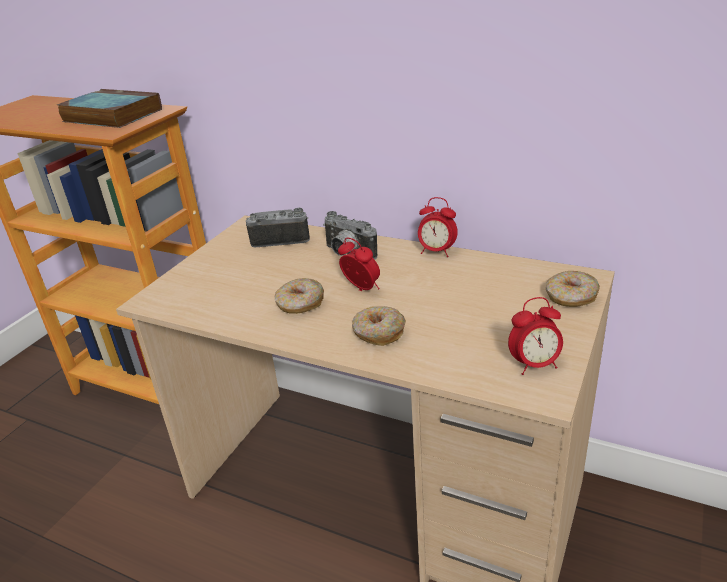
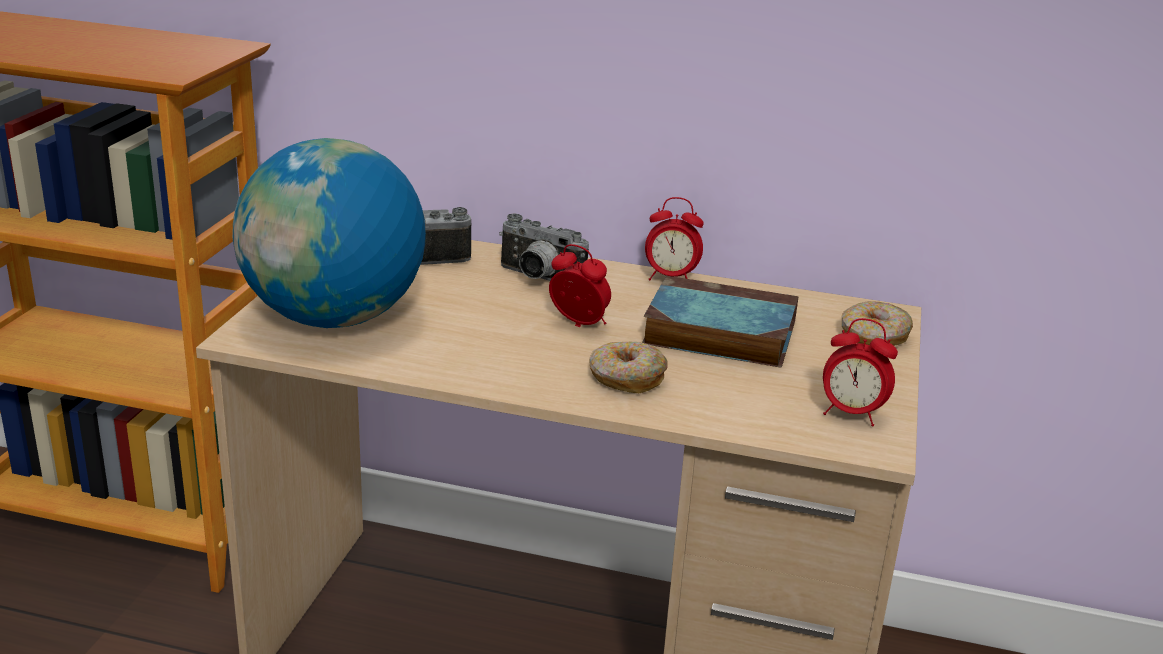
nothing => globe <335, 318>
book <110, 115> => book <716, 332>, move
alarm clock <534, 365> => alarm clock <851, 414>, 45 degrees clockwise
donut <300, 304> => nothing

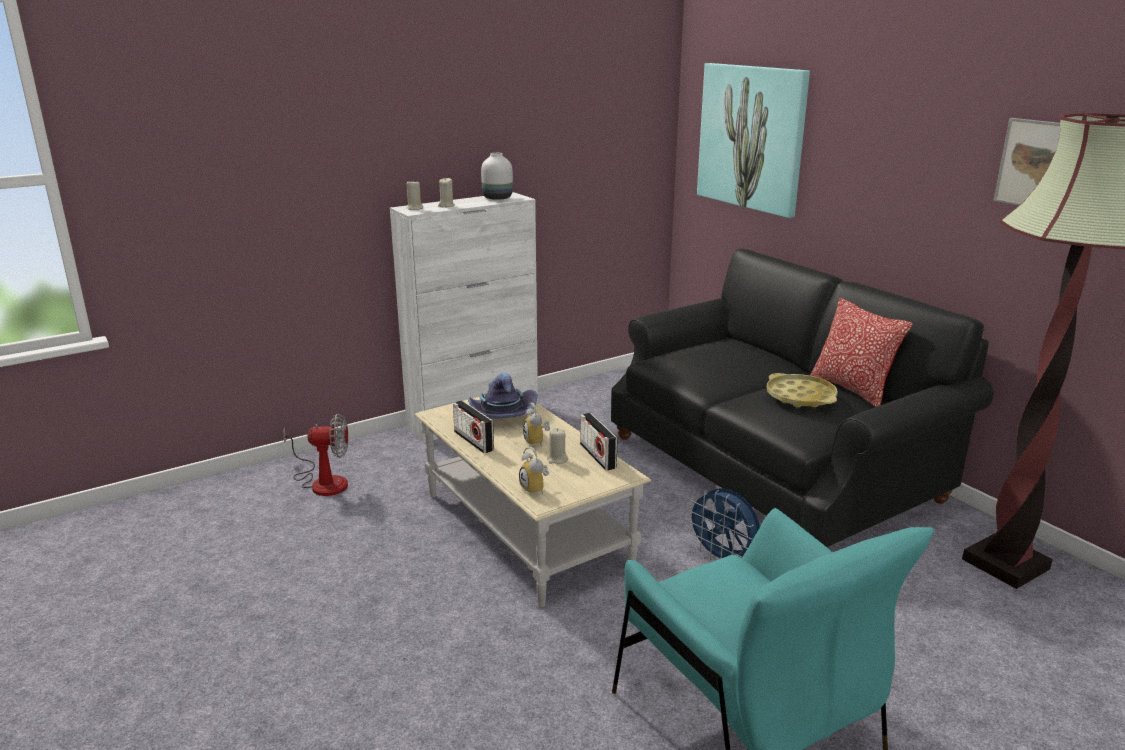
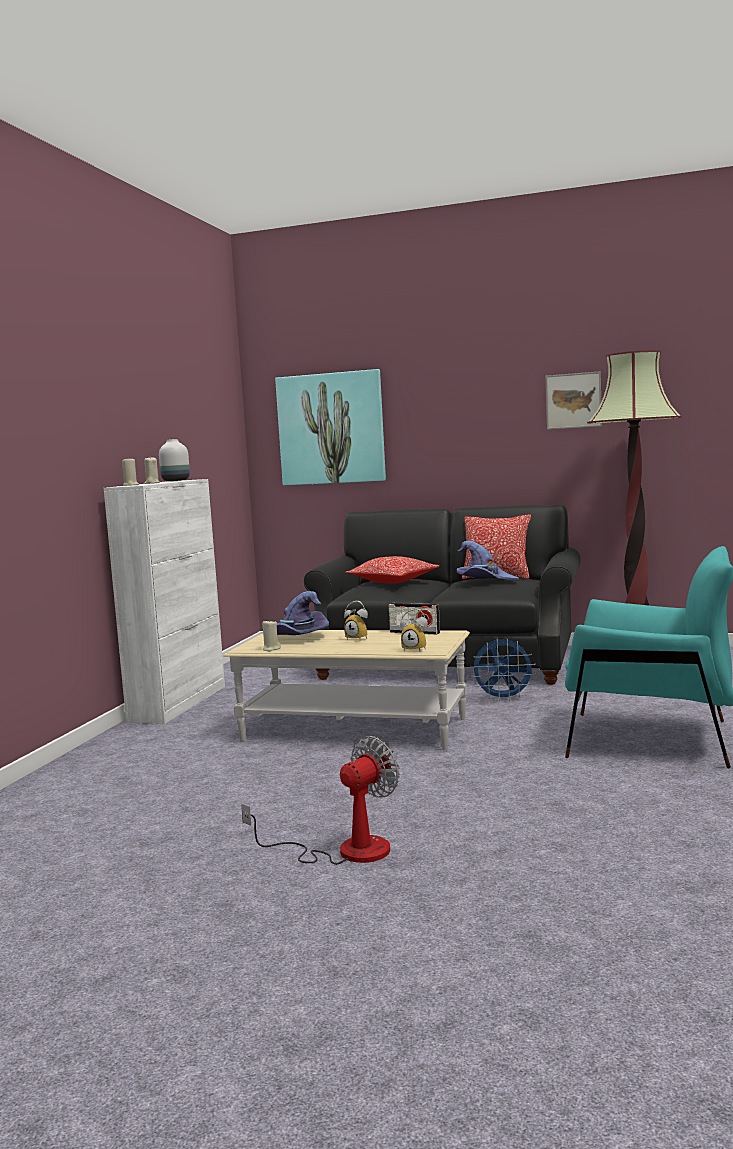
fan <323, 481> => fan <345, 851>, move
candle (beige) <557, 459> => candle (beige) <271, 649>, move
nothing => pillow <393, 581>
tray (yellow) <800, 397> => hat (purple) <484, 580>
radio <473, 441> => nothing

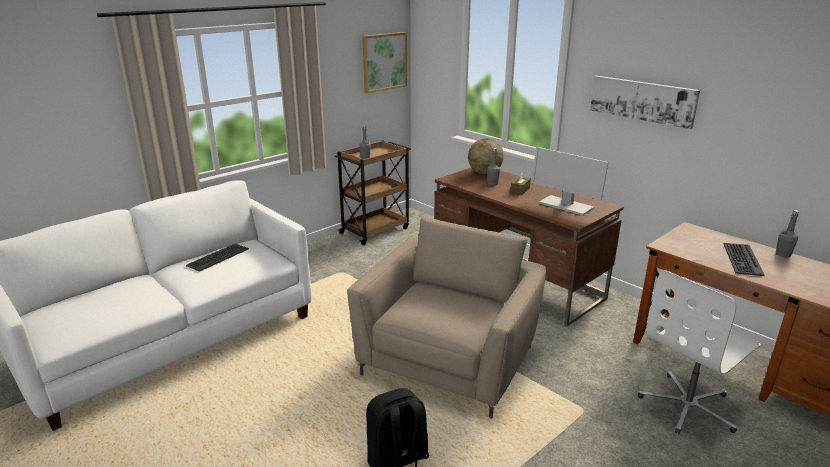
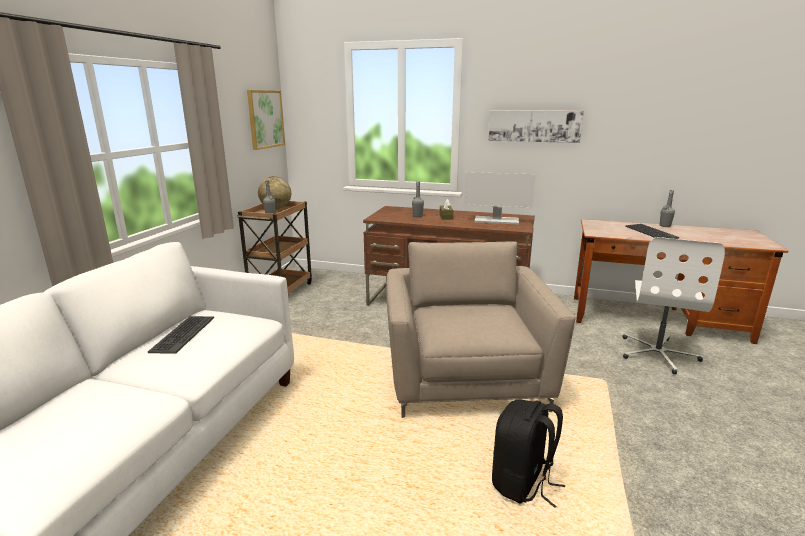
globe <484, 173> => globe <276, 208>, move

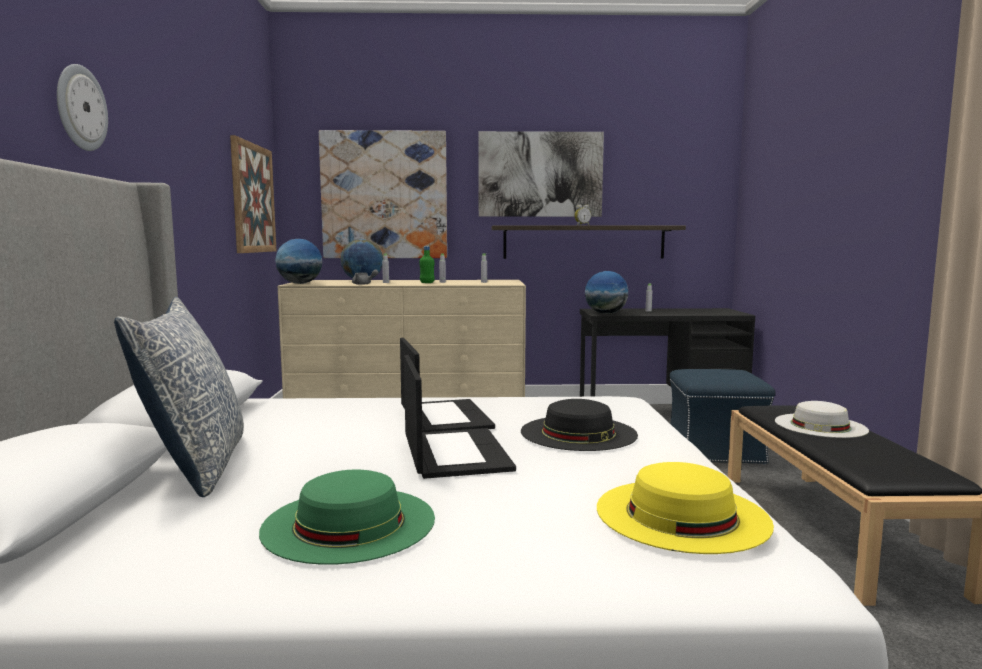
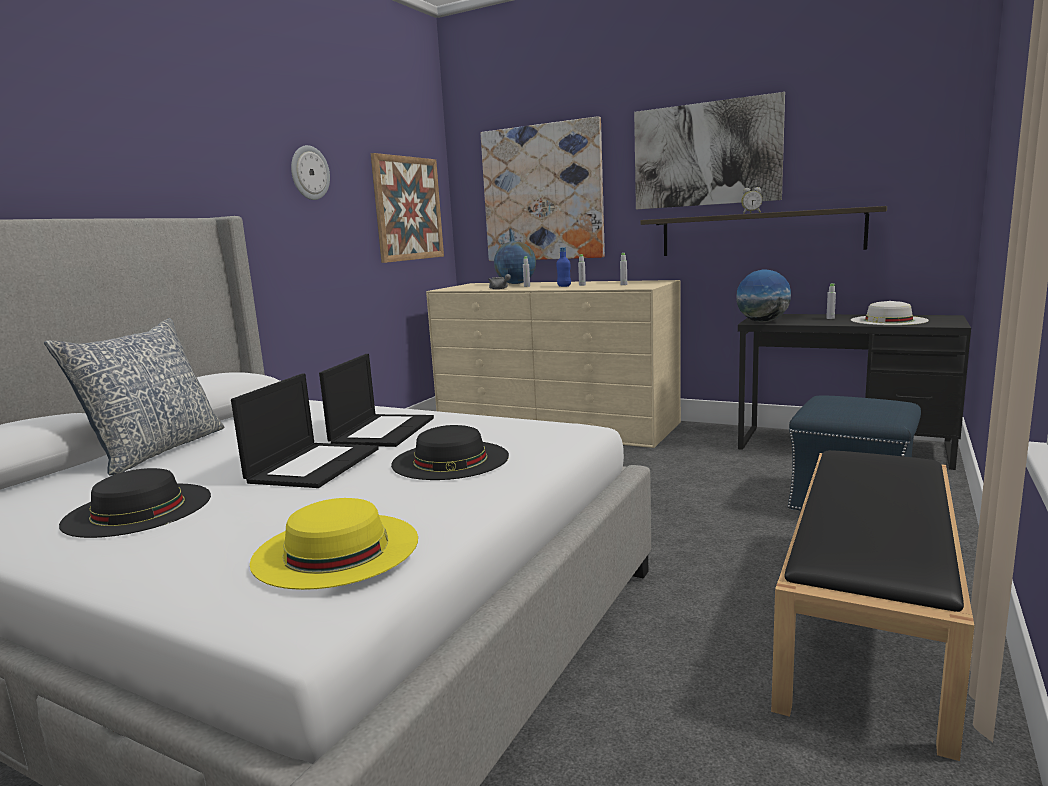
hat (green) <349, 523> => hat (black) <138, 509>
wall clock <80, 108> => wall clock <309, 173>, move
bottle (green) <427, 282> => bottle (blue) <564, 286>
hat (white) <820, 425> => hat (white) <888, 320>, move
globe <299, 283> => nothing

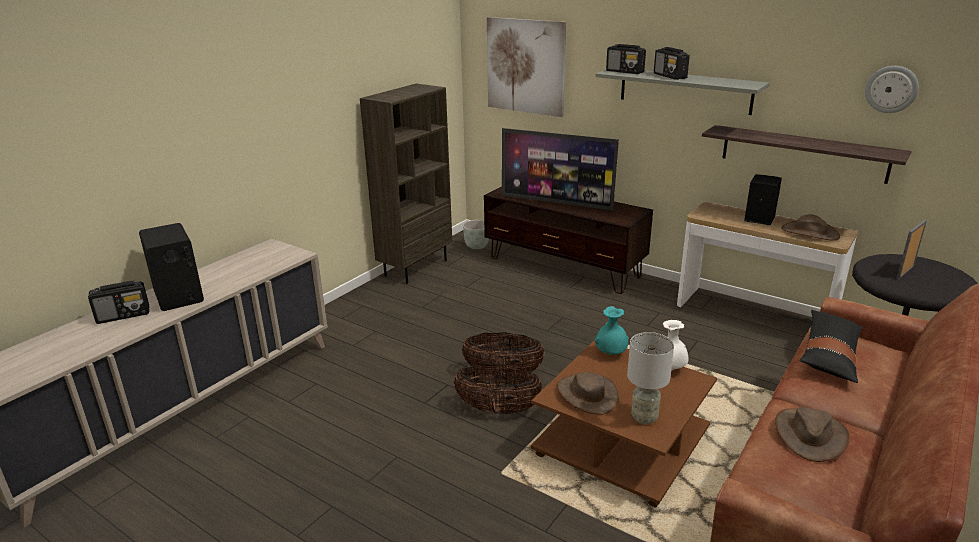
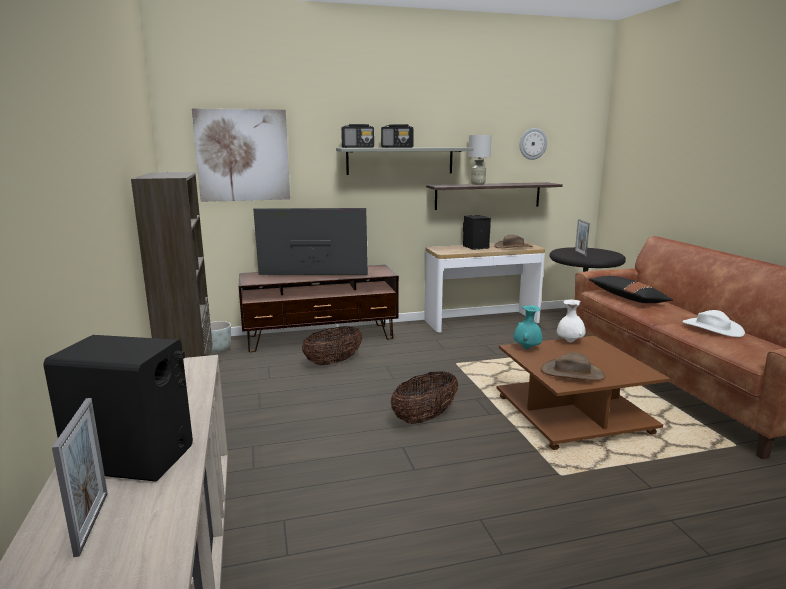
radio <124, 315> => picture frame <92, 522>
television <556, 202> => television <312, 276>, 150 degrees counterclockwise
basket <498, 409> => basket <333, 362>, move
table lamp (grey) <644, 418> => table lamp (grey) <478, 184>, move
hat (brown) <809, 435> => hat (white) <712, 328>

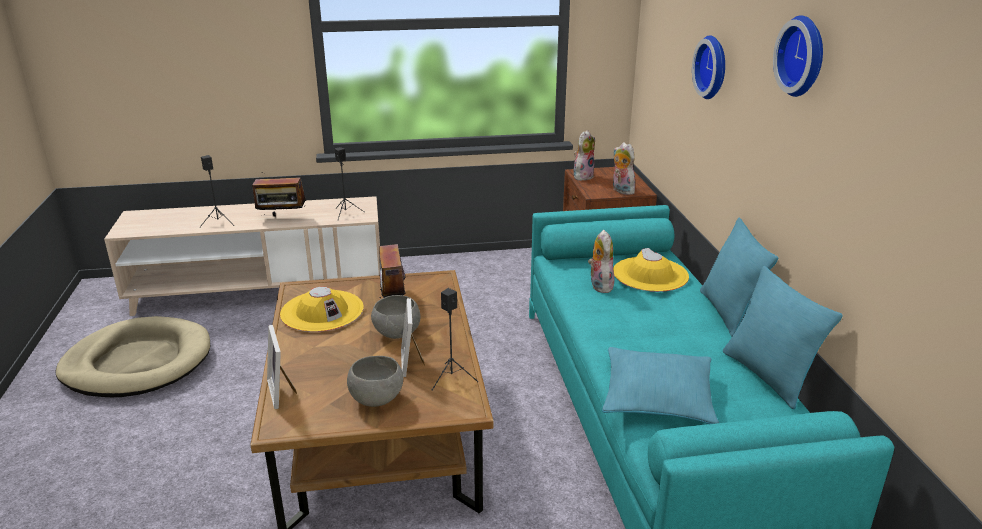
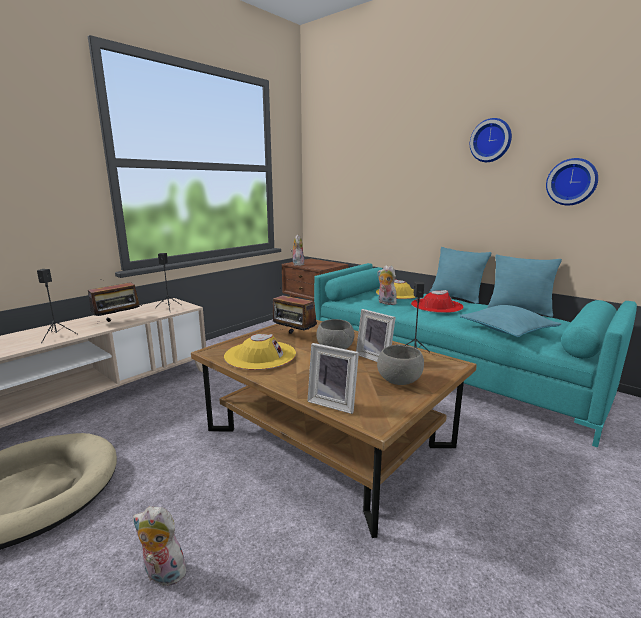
plush toy <621, 191> => plush toy <162, 574>, move
nothing => hat (red) <436, 305>
wall clock <714, 67> => wall clock <572, 182>, move

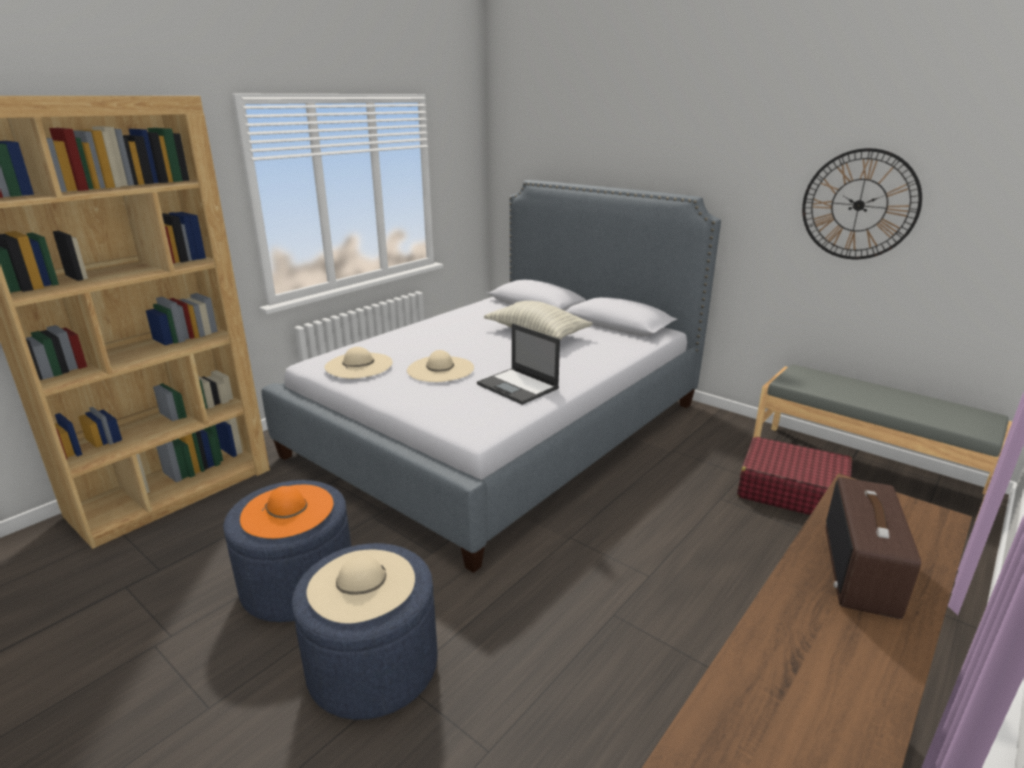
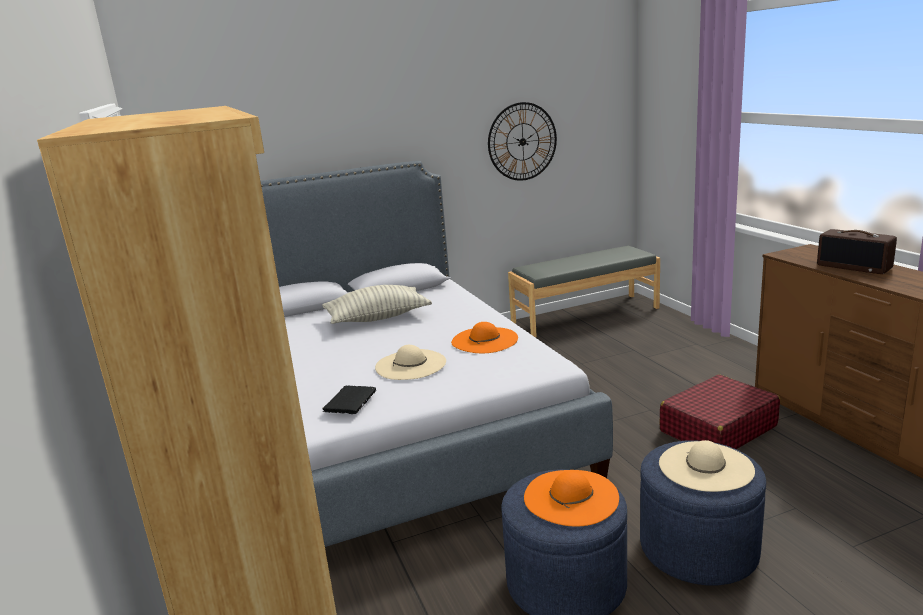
hat (beige) <358, 365> => book (black) <351, 401>
laptop <518, 386> => hat (orange) <484, 340>
suitcase (red) <790, 491> => suitcase (red) <717, 429>, move

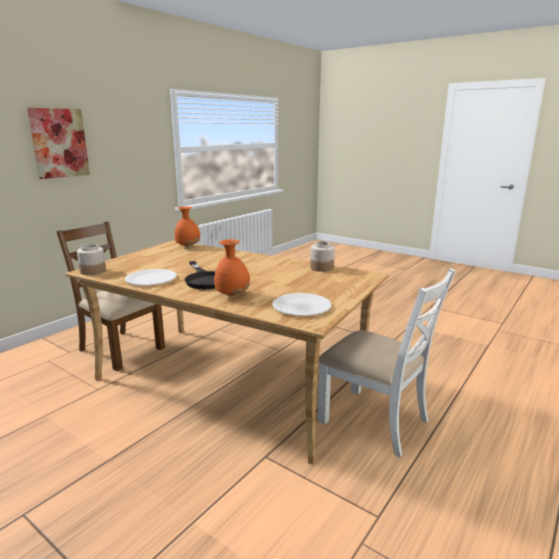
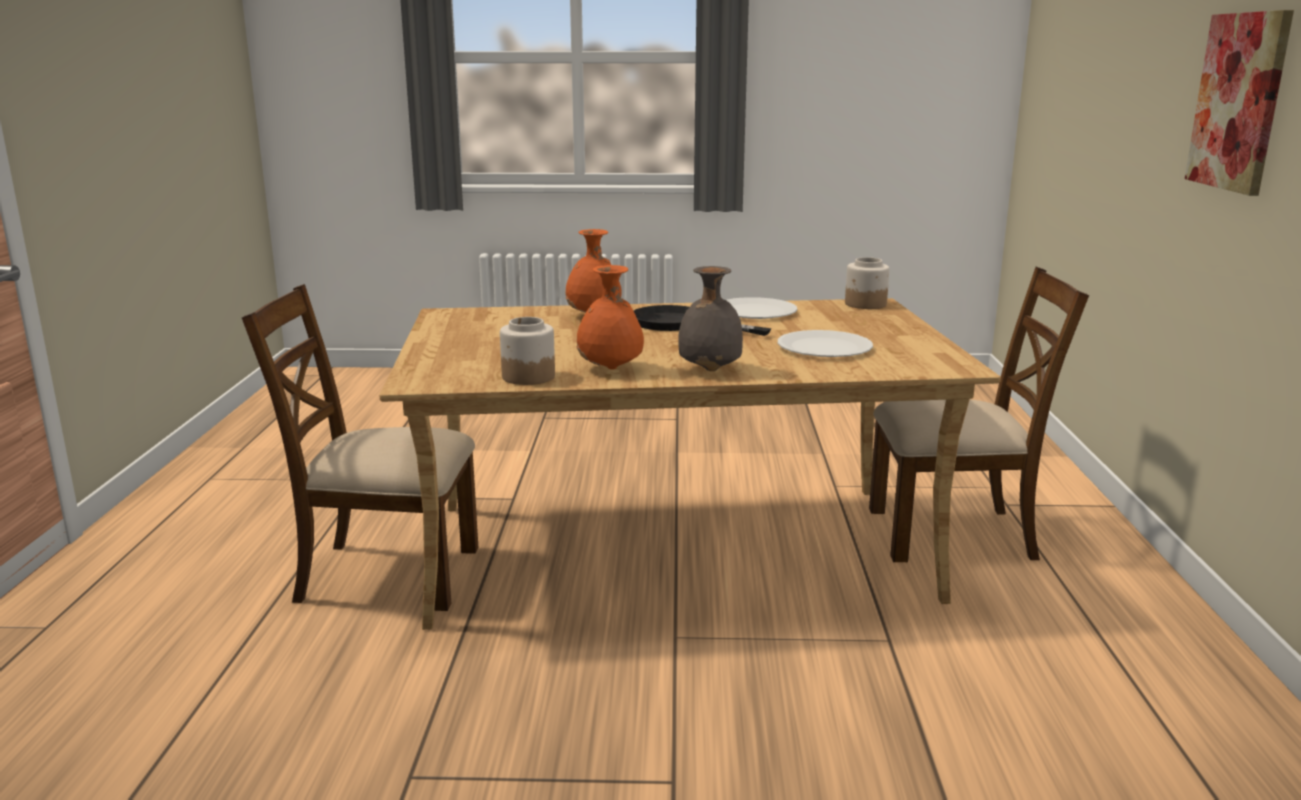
chair (white) <375, 420> => chair (brown) <386, 574>
vase (orange) <188, 246> => vase (orange) <610, 369>, move
nothing => vase (grey) <708, 369>
plate (white) <301, 306> => plate (white) <824, 347>, move

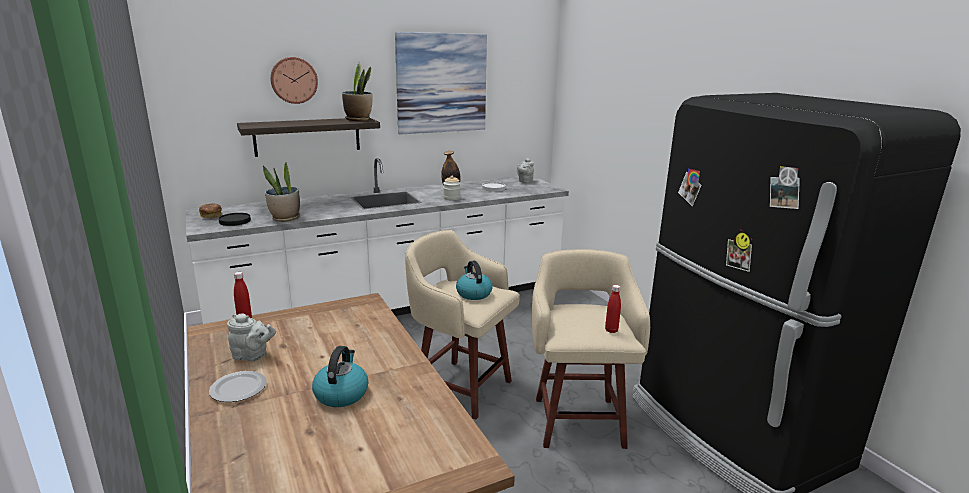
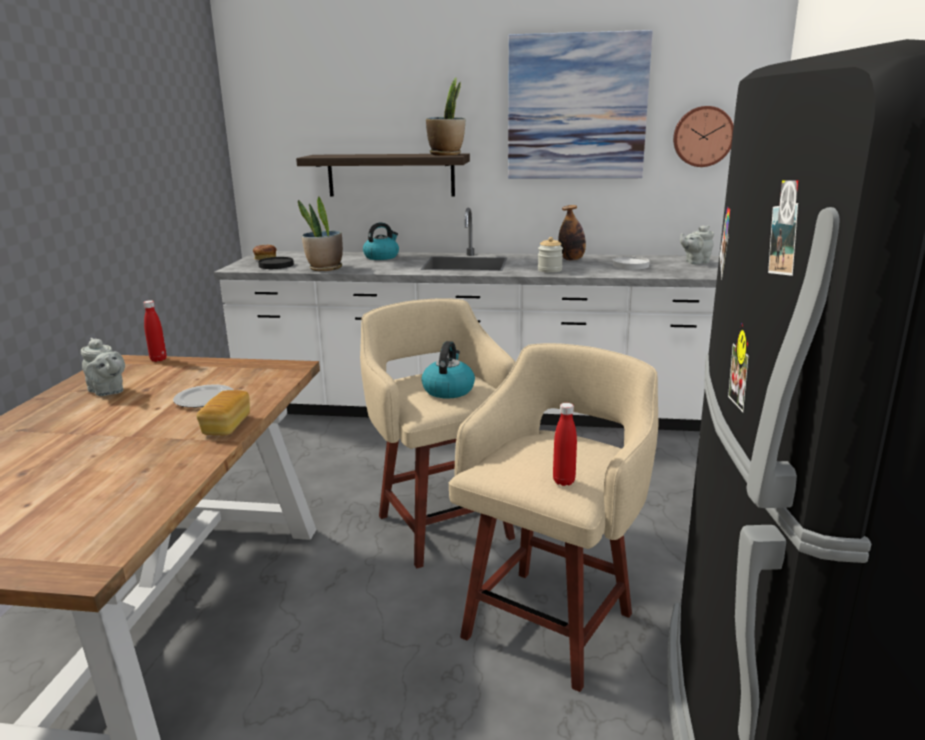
plate <238, 389> => plate <203, 399>, move
nothing => bread <226, 426>
kettle <341, 393> => kettle <381, 257>, move
wall clock <293, 80> => wall clock <703, 136>, move

